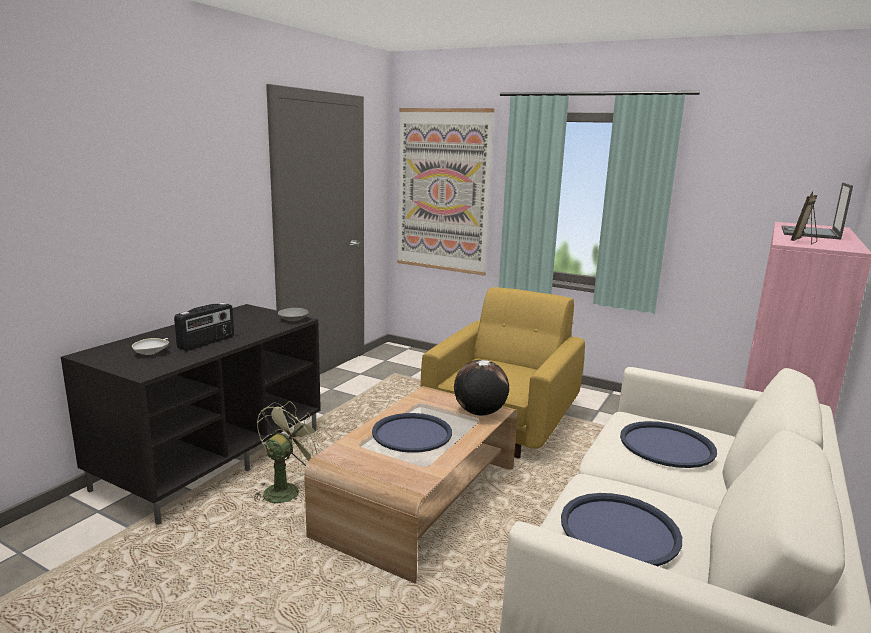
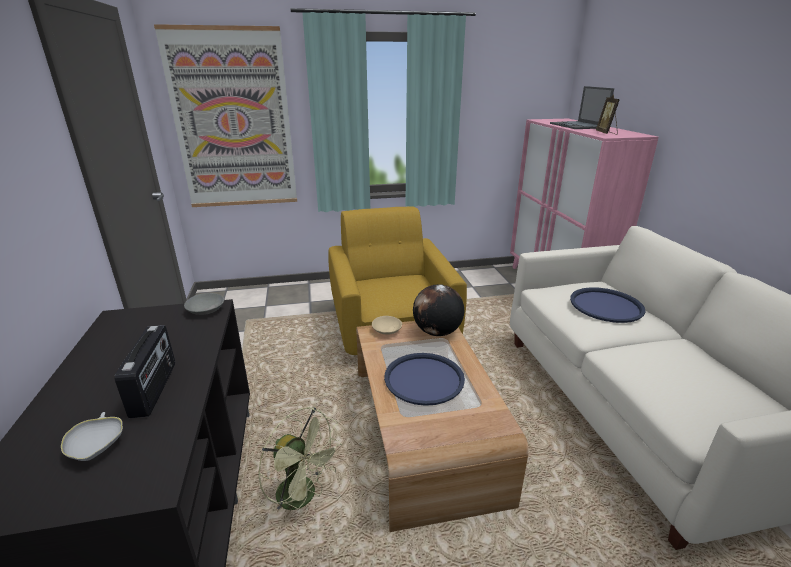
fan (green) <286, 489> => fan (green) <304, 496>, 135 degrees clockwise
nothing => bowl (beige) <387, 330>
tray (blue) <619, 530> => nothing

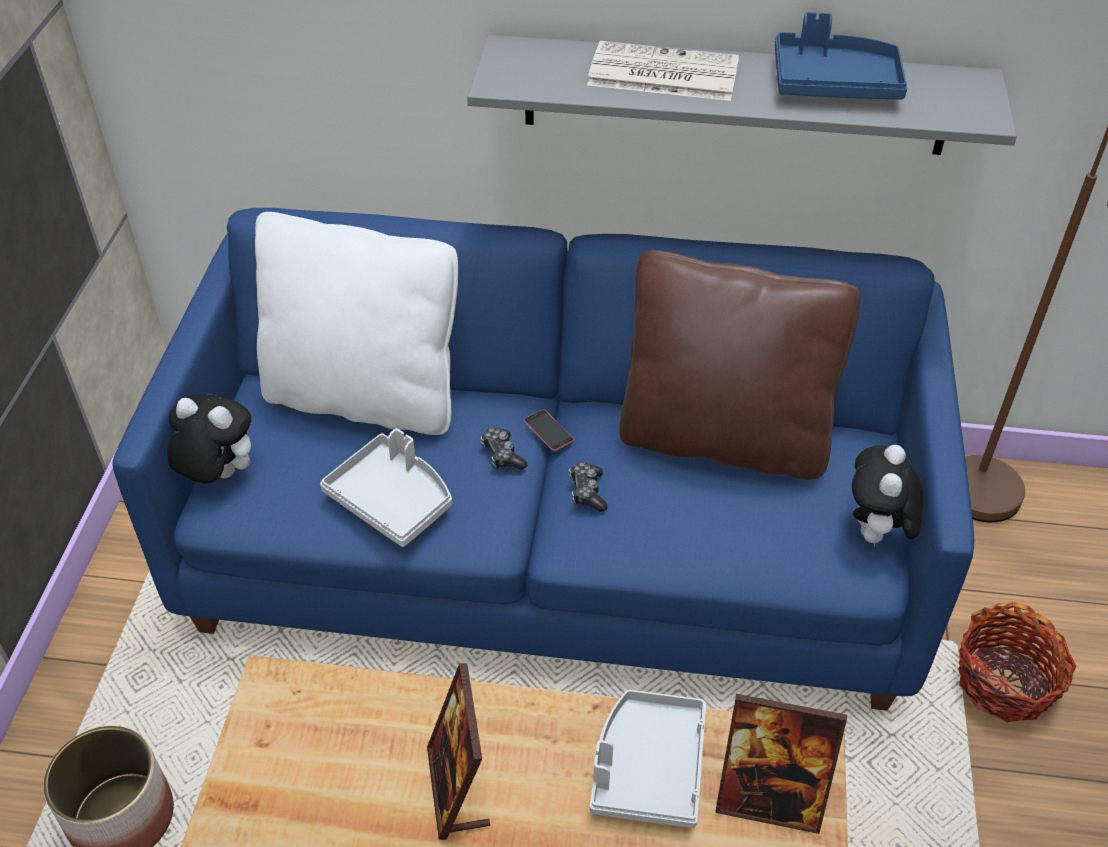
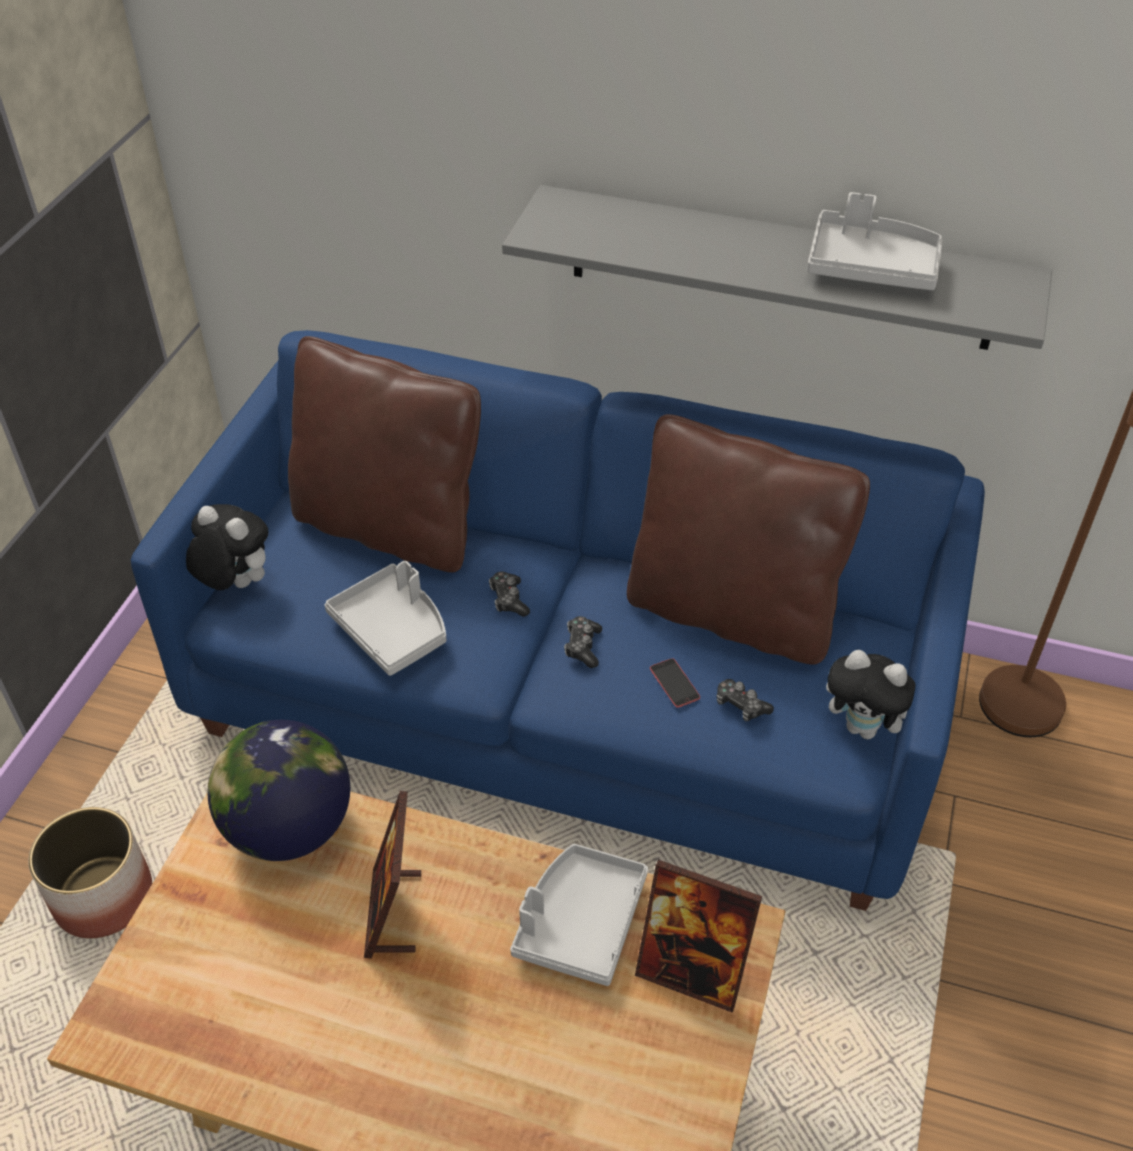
nothing => globe <289, 827>
pillow (white) <365, 397> => pillow (brown) <390, 526>
phone <548, 430> => phone <674, 683>, move
nothing => game controller <740, 705>
tray (blue) <834, 83> => tray (grey) <871, 267>
plush toy <876, 534> => plush toy <865, 728>, 90 degrees counterclockwise
newspaper <661, 73> => nothing
basket <1005, 682> => nothing

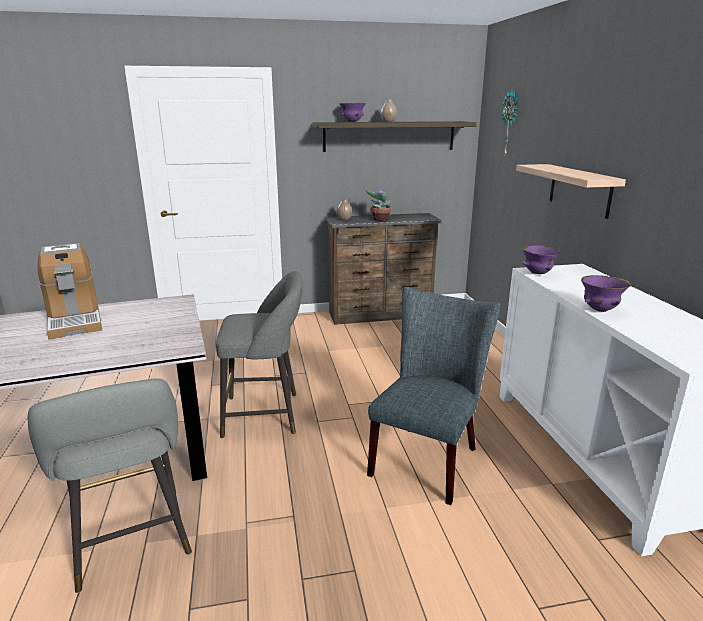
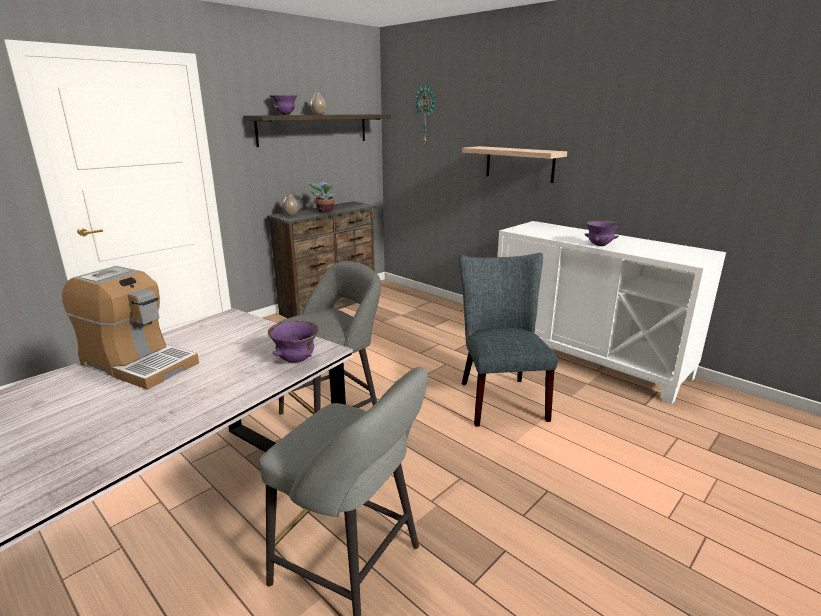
bowl (purple) <537, 273> => bowl (purple) <296, 361>, move

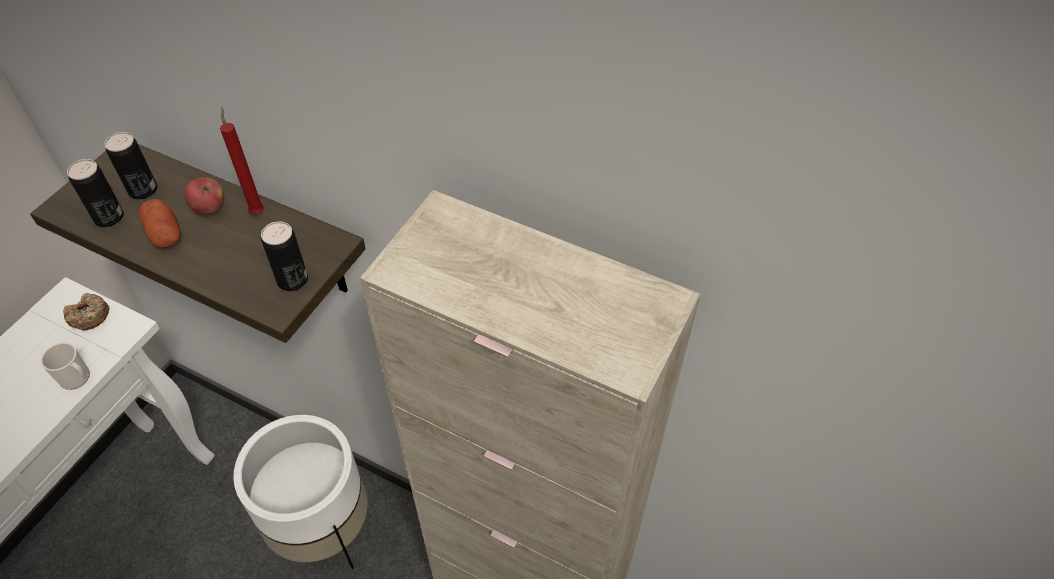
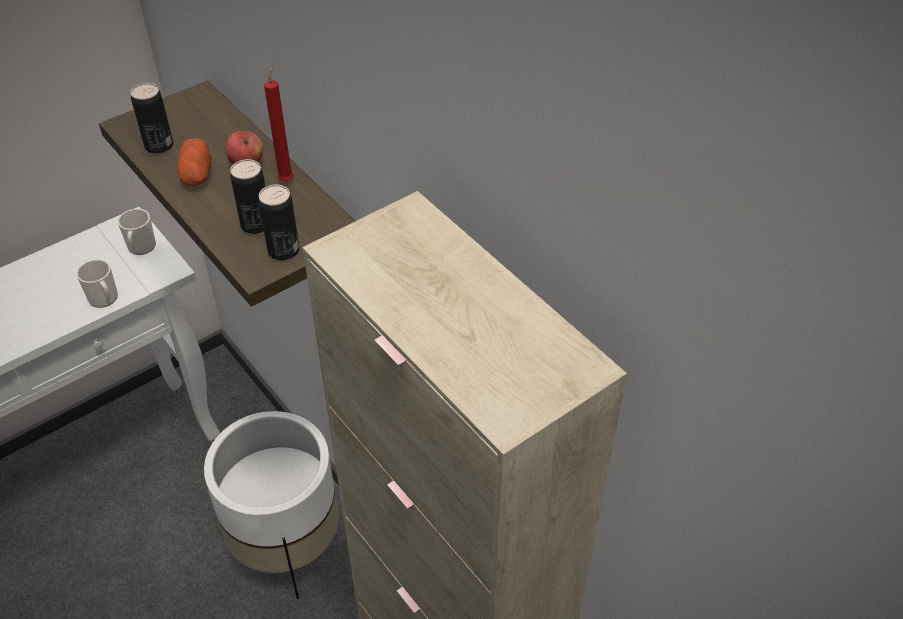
donut <89, 316> => mug <141, 248>
can <143, 190> => can <256, 224>, move

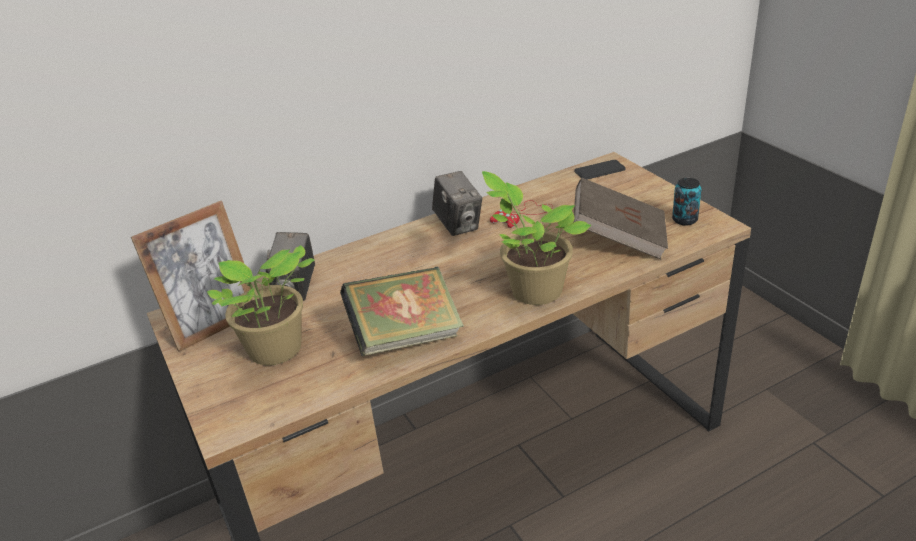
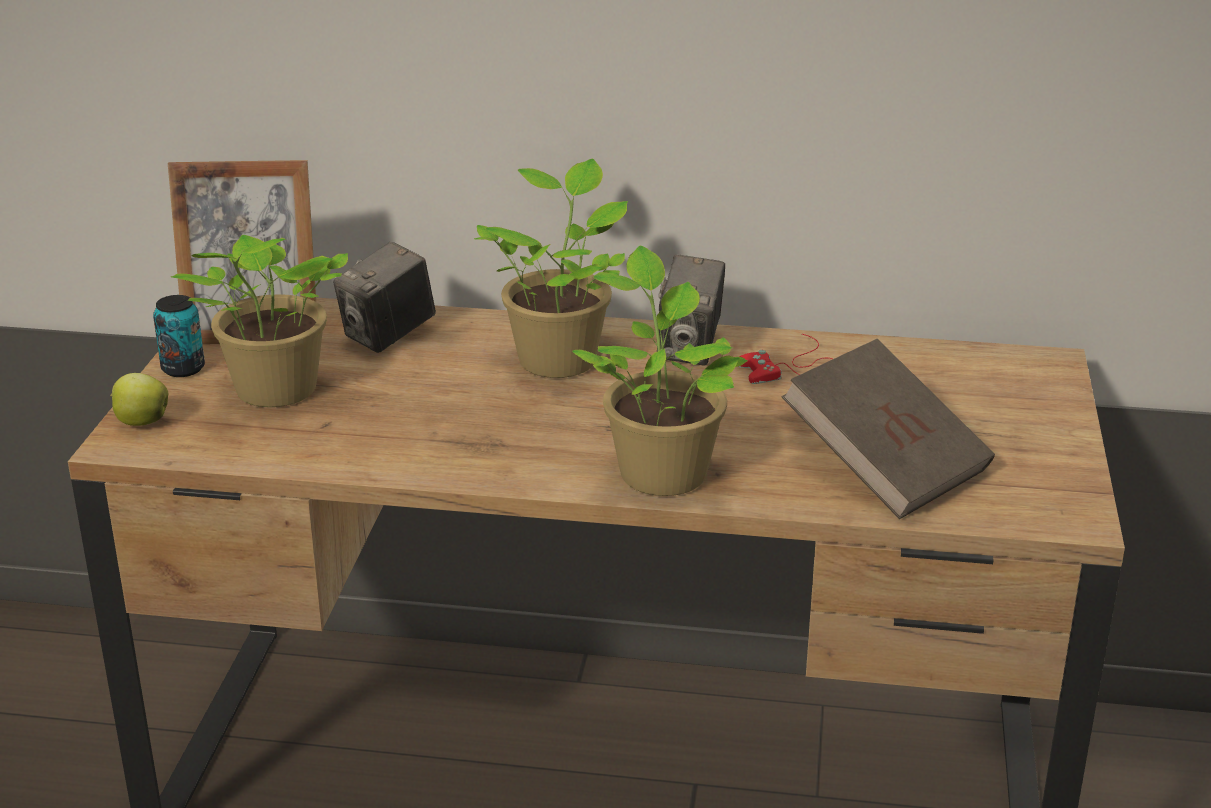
nothing => apple <141, 422>
can <684, 220> => can <183, 368>, move
nothing => potted plant <559, 358>
book <405, 337> => nothing
phone <599, 170> => nothing

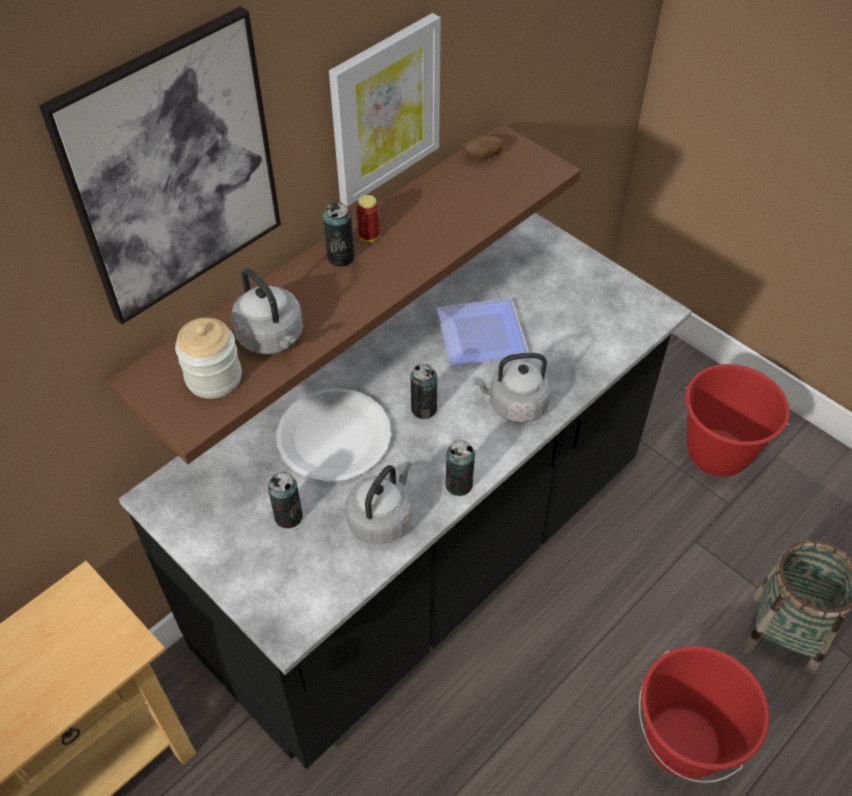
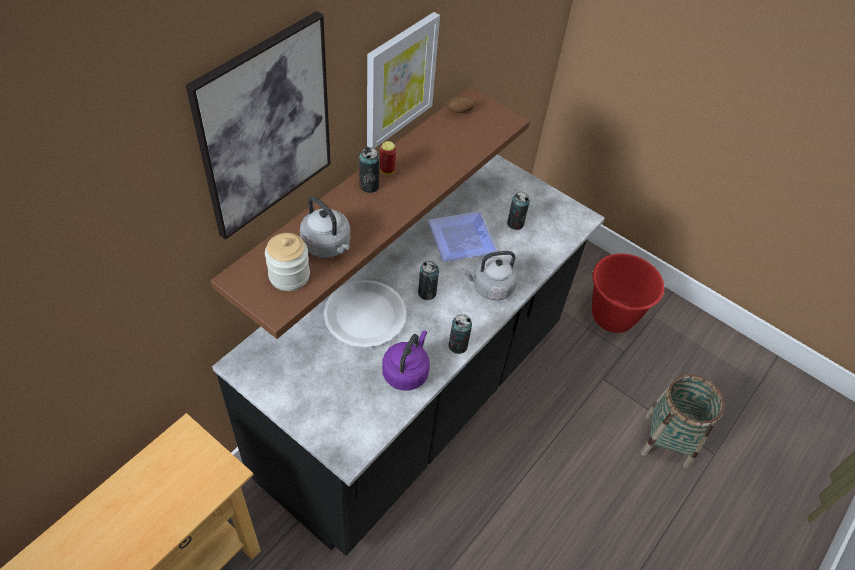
kettle (grey) <382, 518> => kettle (purple) <406, 372>
can <288, 516> => can <515, 223>, move
bucket (red) <684, 742> => nothing

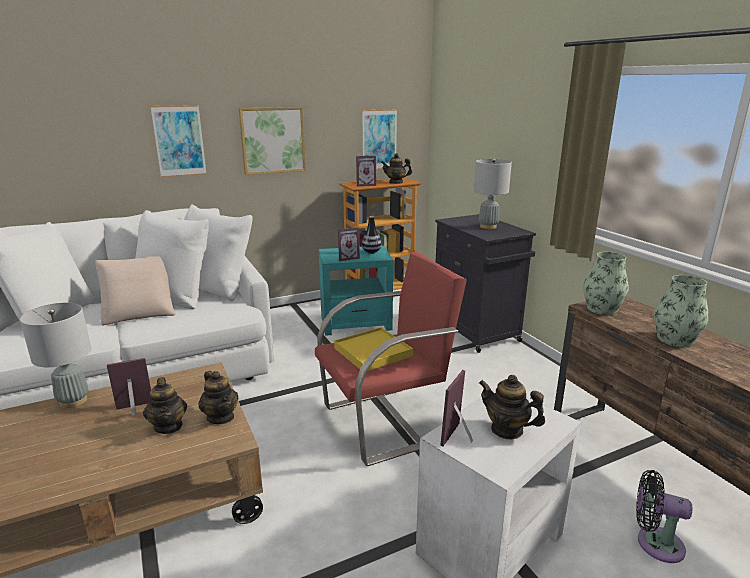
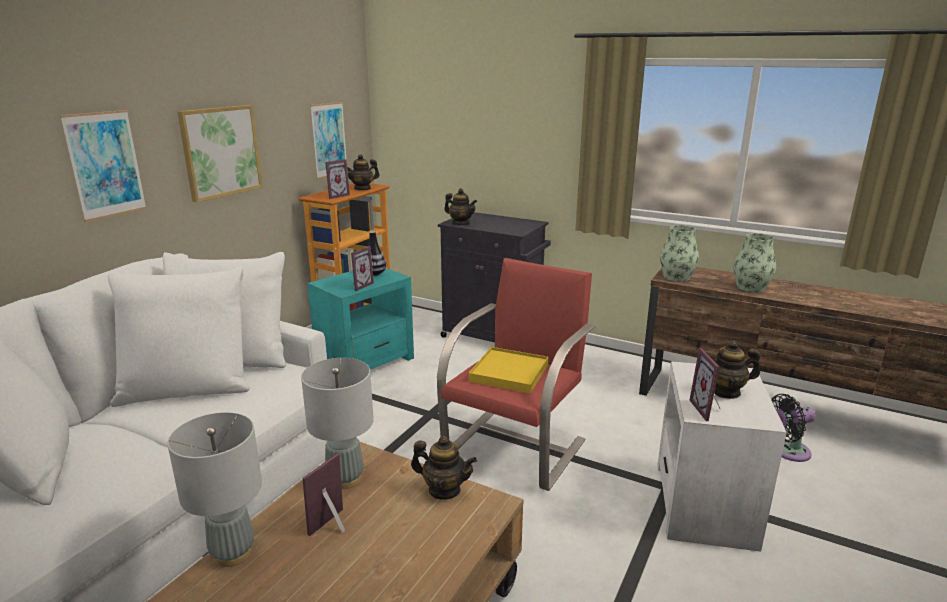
table lamp (grey) <488, 226> => table lamp (grey) <345, 479>, move
teapot <168, 426> => teapot <460, 223>, move
pillow (beige) <140, 313> => nothing

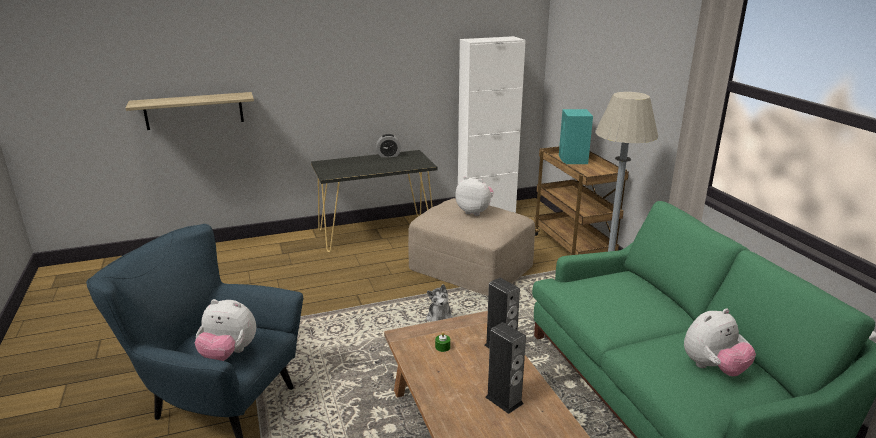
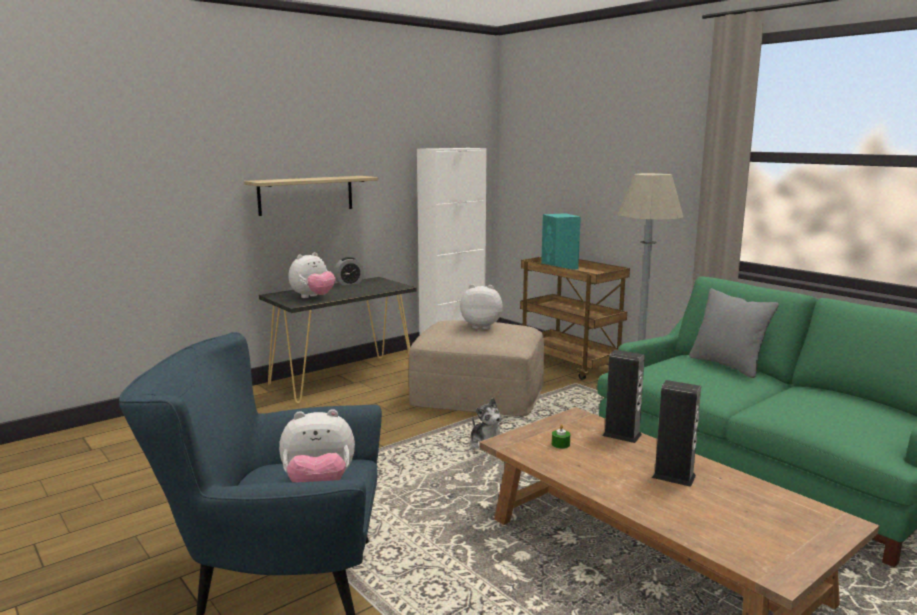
shelf <194, 111> => shelf <306, 195>, move
plush toy <713, 368> => plush toy <313, 297>, move
nothing => pillow (grey) <727, 365>

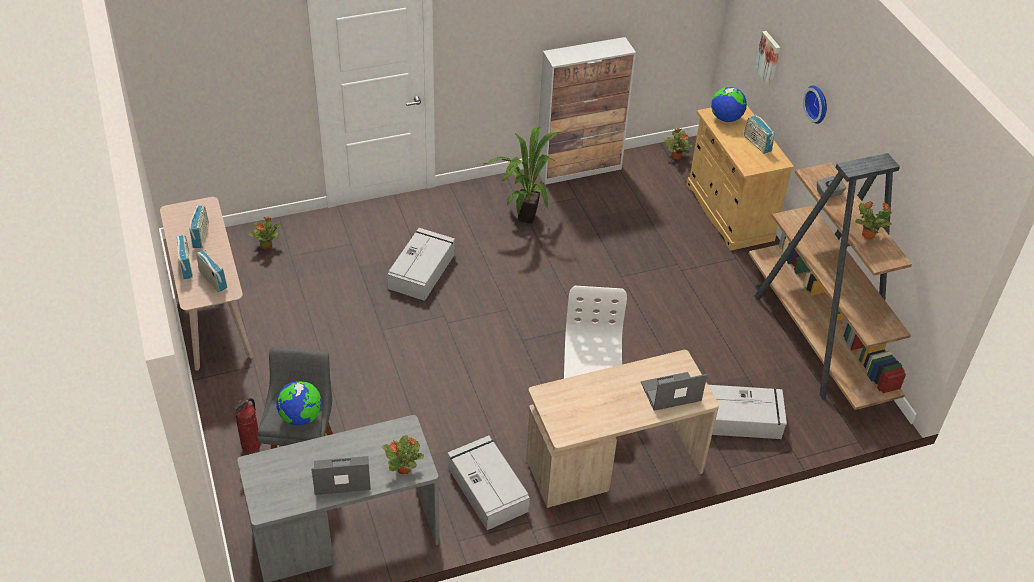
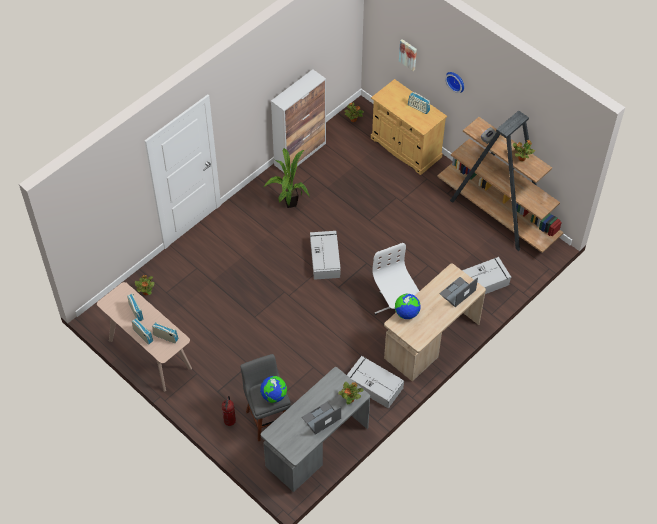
storage box (grey) <422, 270> => storage box (grey) <325, 258>, move
globe <726, 118> => globe <406, 313>, move

